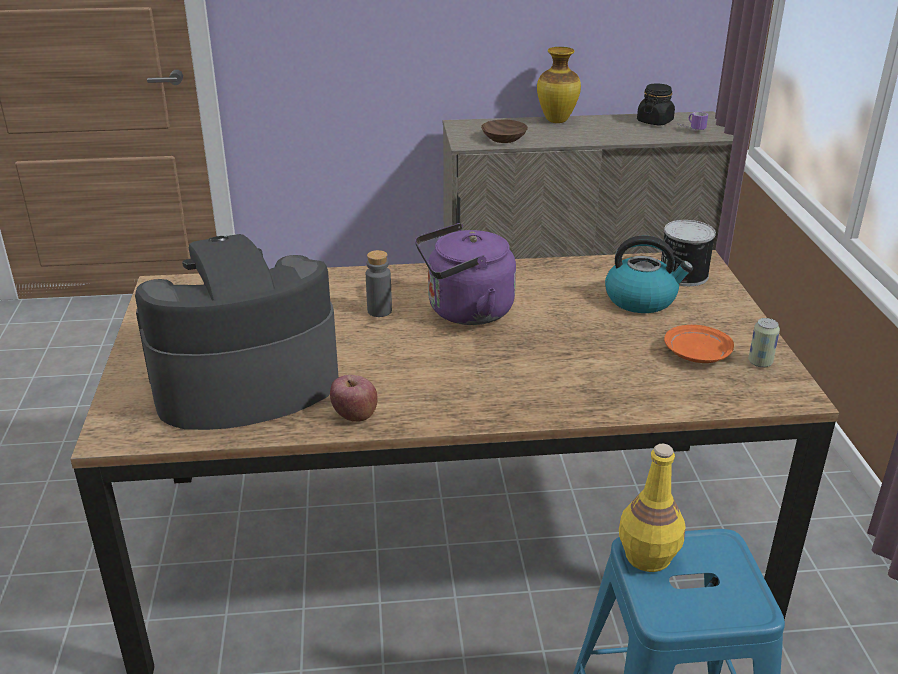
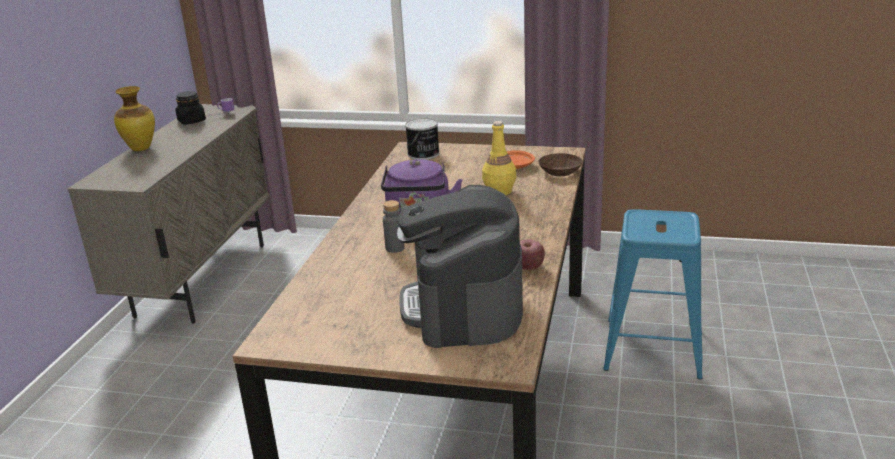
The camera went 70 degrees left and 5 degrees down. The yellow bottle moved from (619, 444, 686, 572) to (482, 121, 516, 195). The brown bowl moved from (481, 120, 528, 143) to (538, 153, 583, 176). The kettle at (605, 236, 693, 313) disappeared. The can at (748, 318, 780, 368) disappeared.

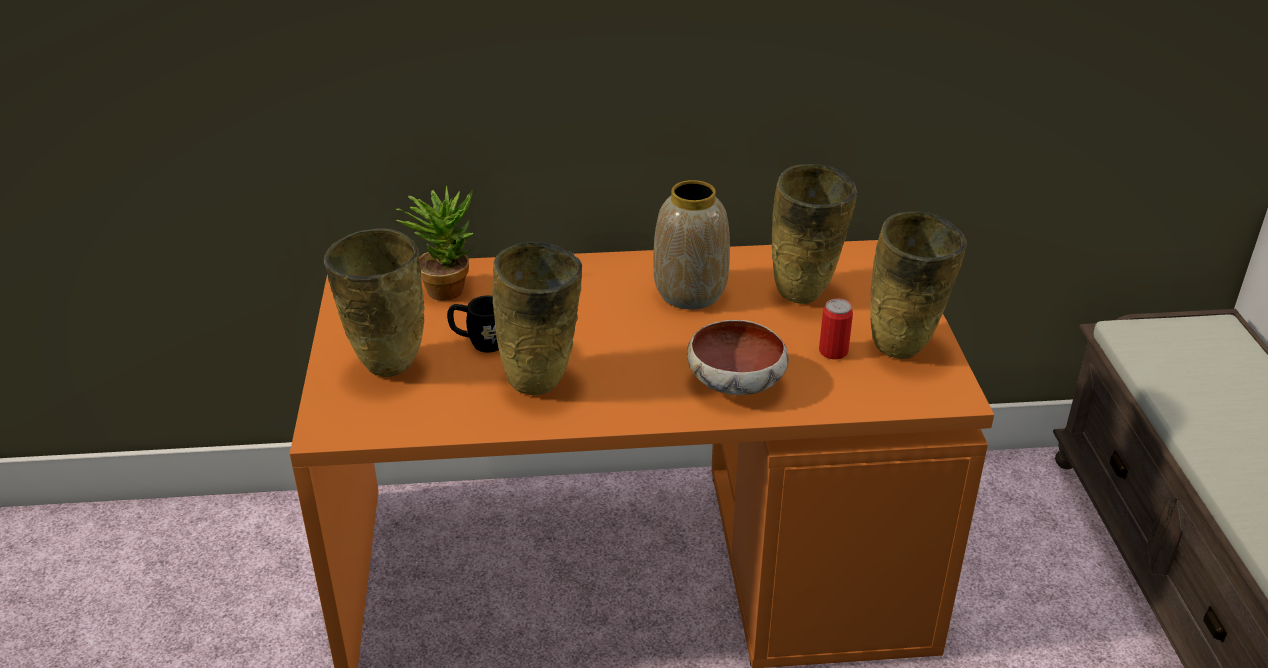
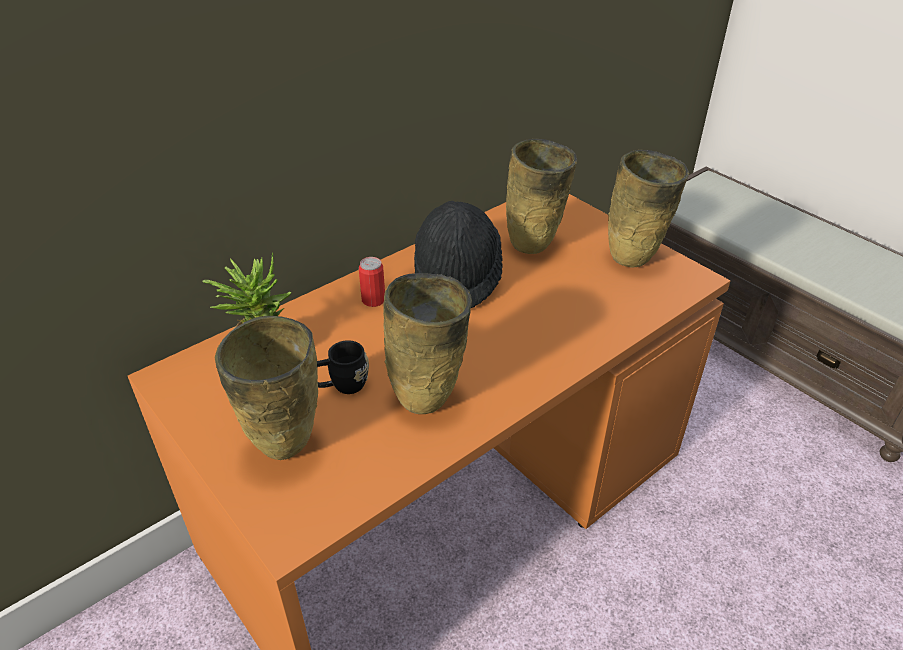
The camera went 35 degrees left and 5 degrees up. The can moved from (819, 299, 853, 359) to (359, 257, 385, 307). The vase at (653, 180, 730, 310) was replaced by the black hat at (414, 201, 503, 308). The bowl at (687, 320, 789, 395) disappeared.

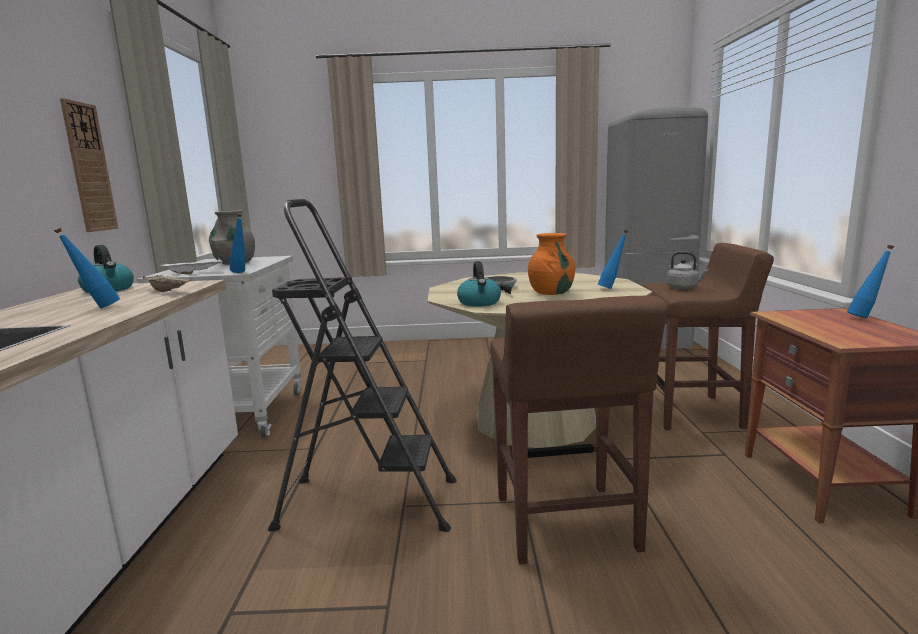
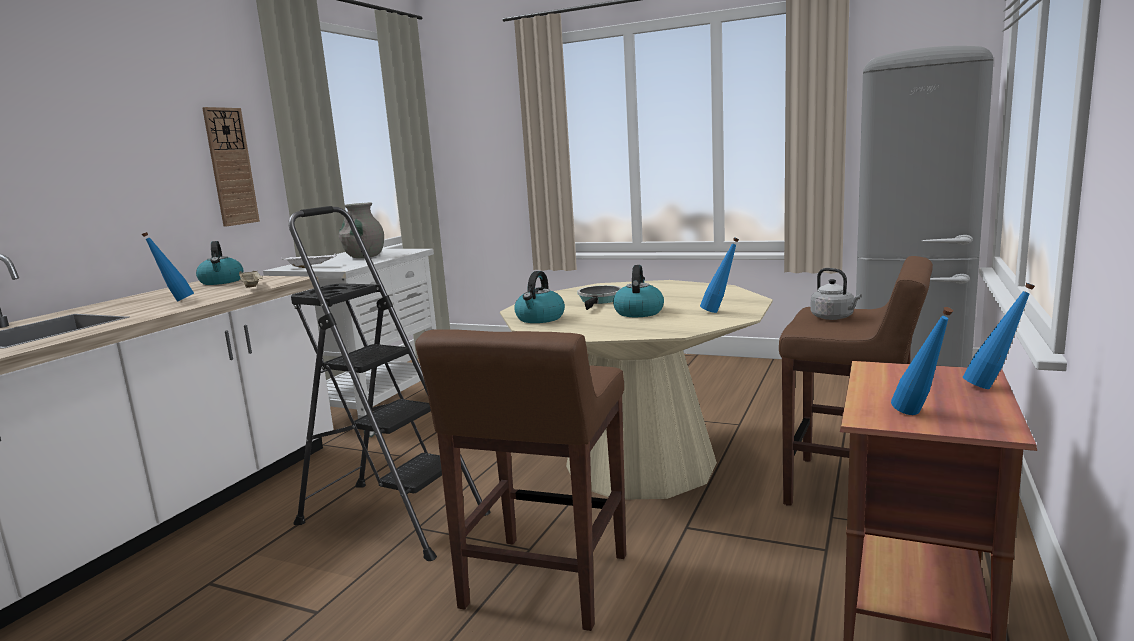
The camera went 25 degrees right and 0 degrees up. The orange vase at (528, 233, 575, 295) was replaced by the kettle at (613, 265, 664, 317). The blue bottle moved from (230, 213, 246, 273) to (891, 307, 953, 415).

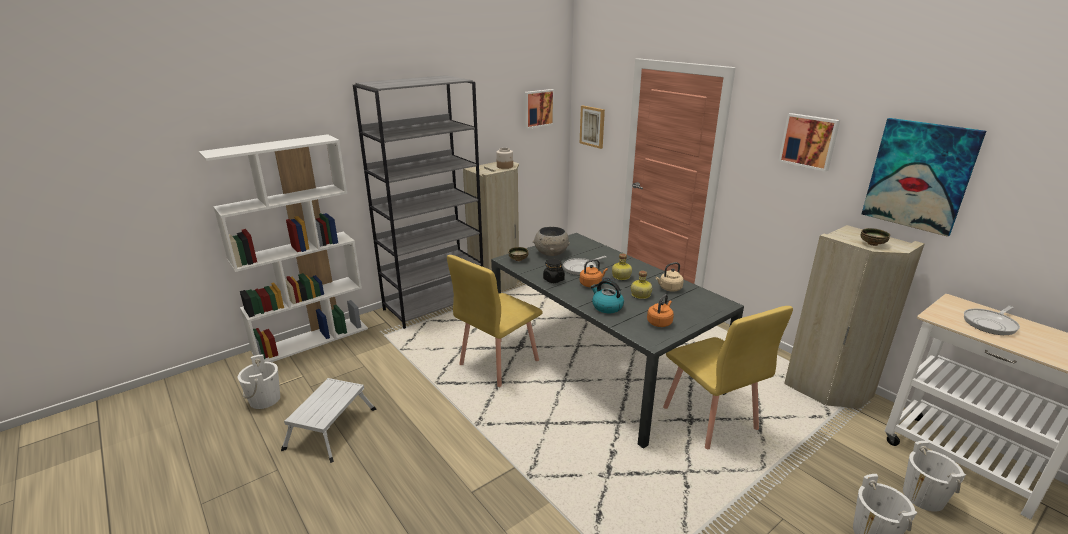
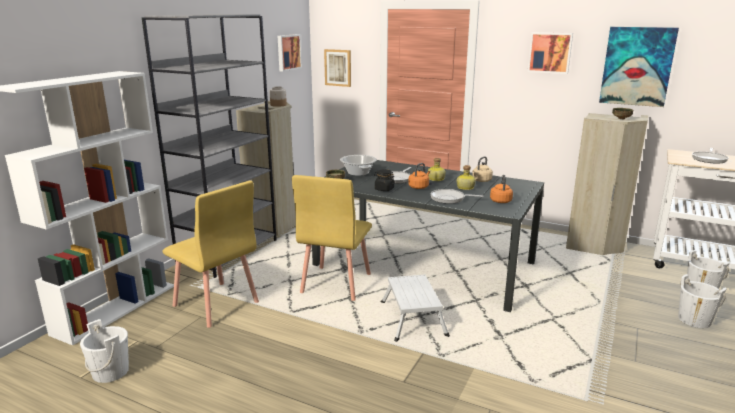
The camera went 25 degrees left and 5 degrees down. The yellow chair moved from (663, 306, 793, 449) to (163, 181, 259, 328). The grey bowl at (533, 227, 570, 256) was replaced by the cooking pot at (340, 155, 377, 176). The white step ladder moved from (281, 378, 377, 463) to (381, 275, 450, 342). The kettle at (591, 279, 624, 313) was replaced by the frying pan at (430, 189, 483, 204).

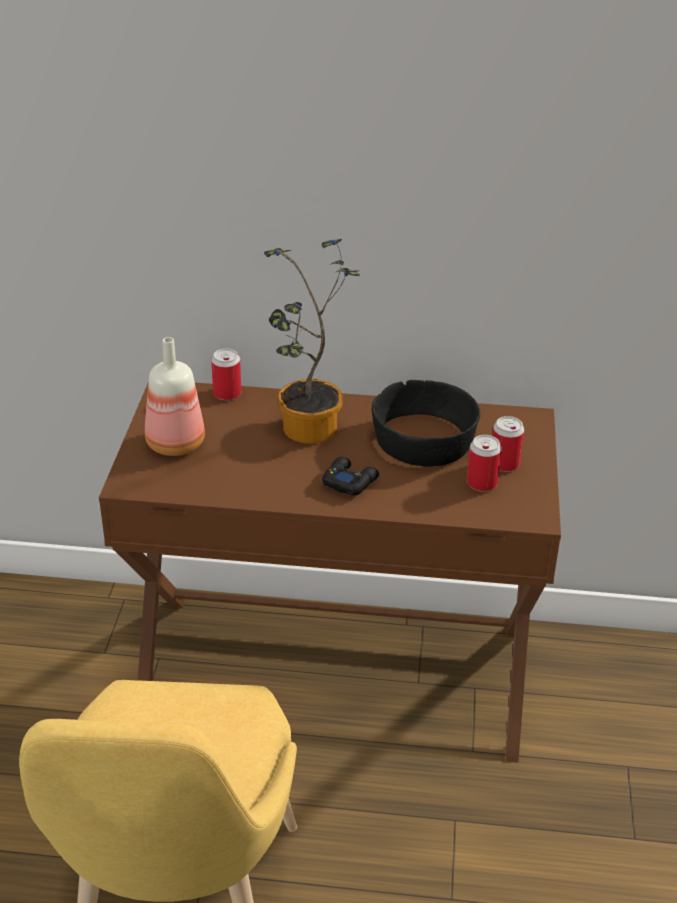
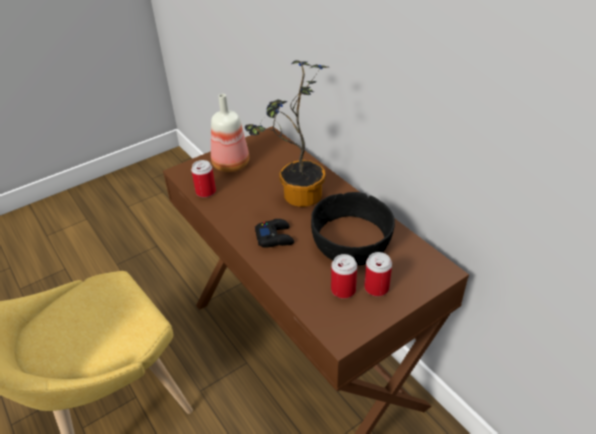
The camera went 50 degrees right and 5 degrees up. The can moved from (211, 348, 241, 401) to (191, 160, 216, 198).

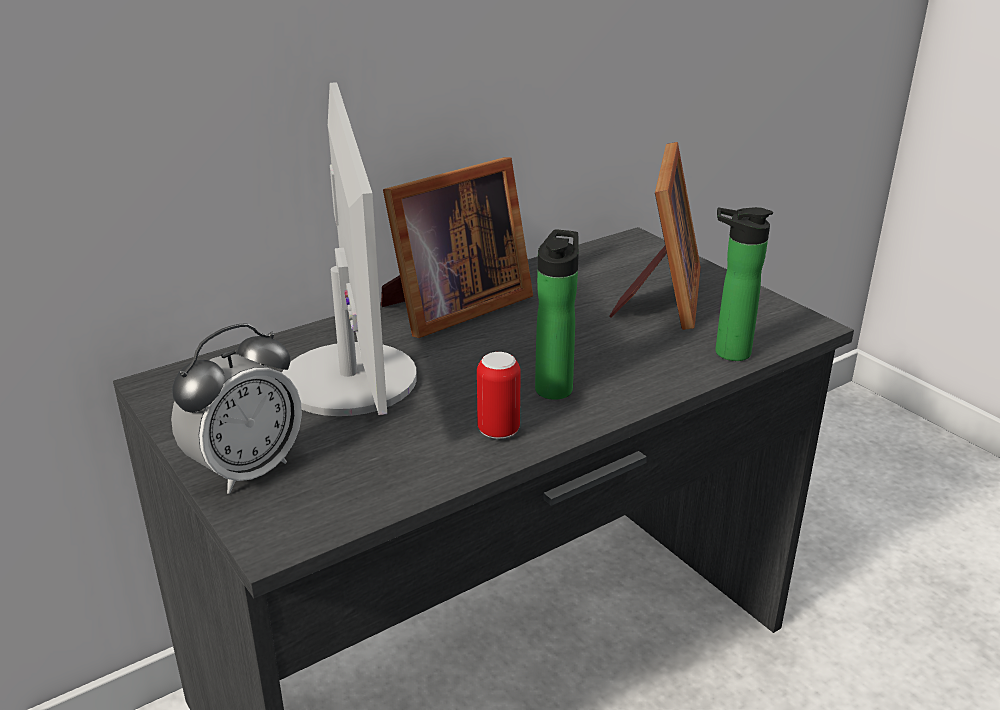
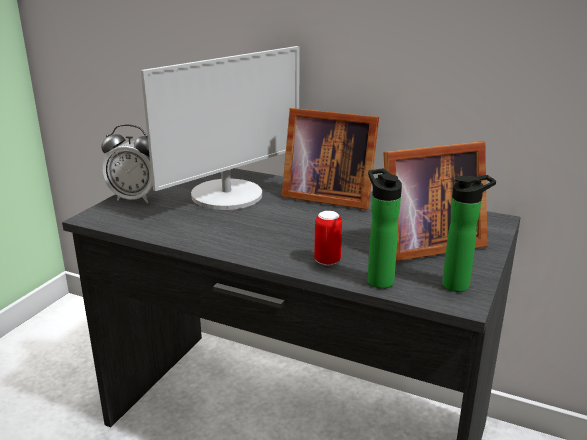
The camera went 60 degrees right and 5 degrees down. The can moved from (477, 352, 521, 439) to (314, 211, 342, 266). The bottle moved from (535, 229, 579, 400) to (442, 175, 496, 292).

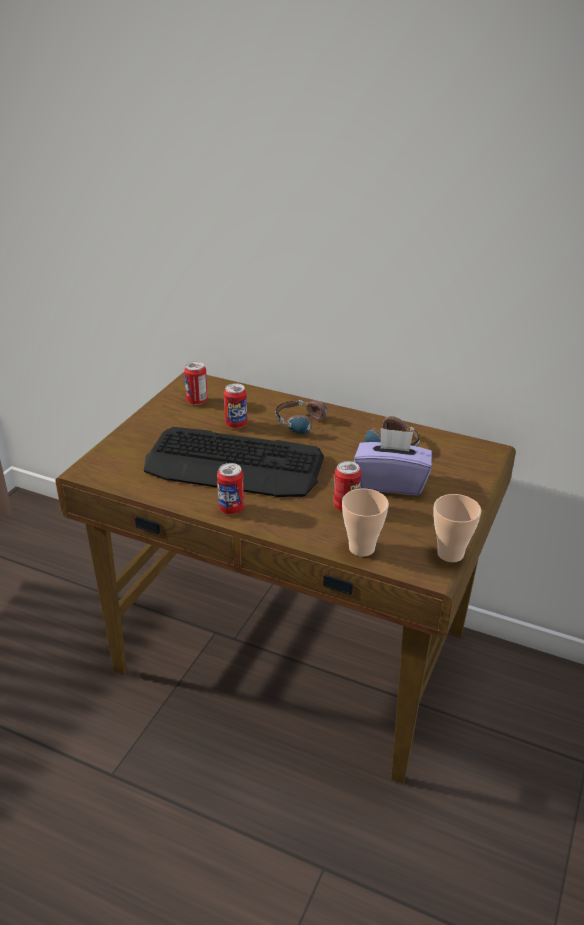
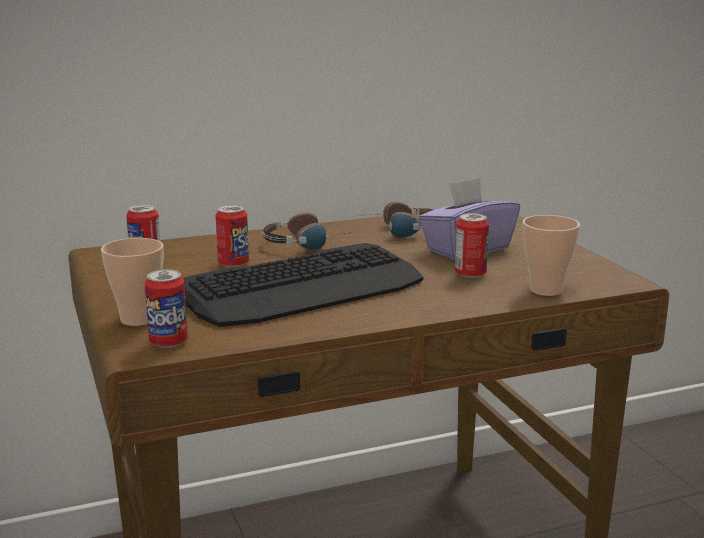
The camera went 45 degrees left and 15 degrees down. The cup moved from (433, 494, 481, 562) to (101, 238, 164, 326). The can moved from (217, 463, 244, 514) to (145, 269, 188, 348).

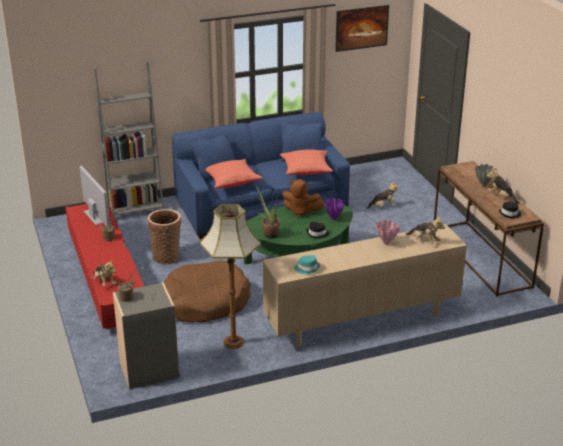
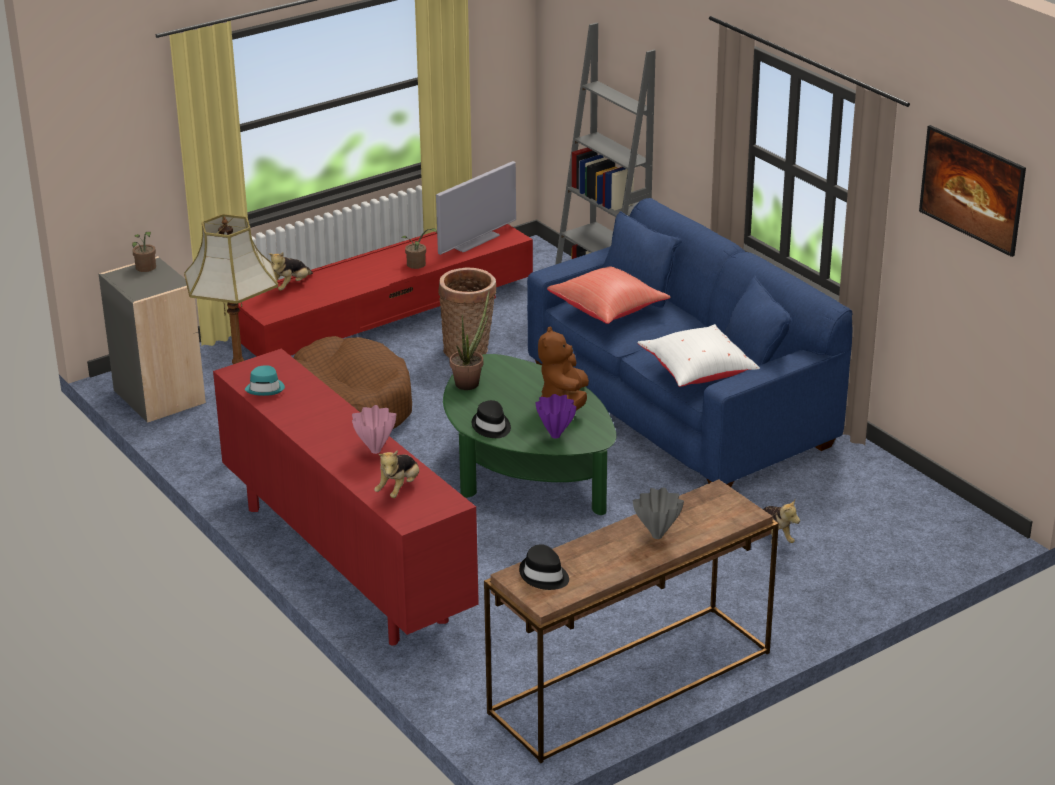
The camera went 75 degrees right and 0 degrees up. The beige cabinet at (263, 224, 467, 348) became the red cabinet at (213, 348, 479, 646). The red pillow at (280, 149, 333, 175) became the white pillow at (637, 324, 760, 387). The plush toy at (486, 167, 519, 204) disappeared.

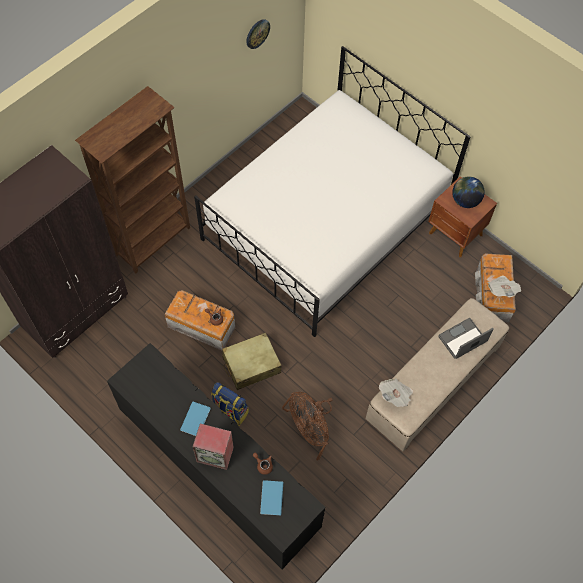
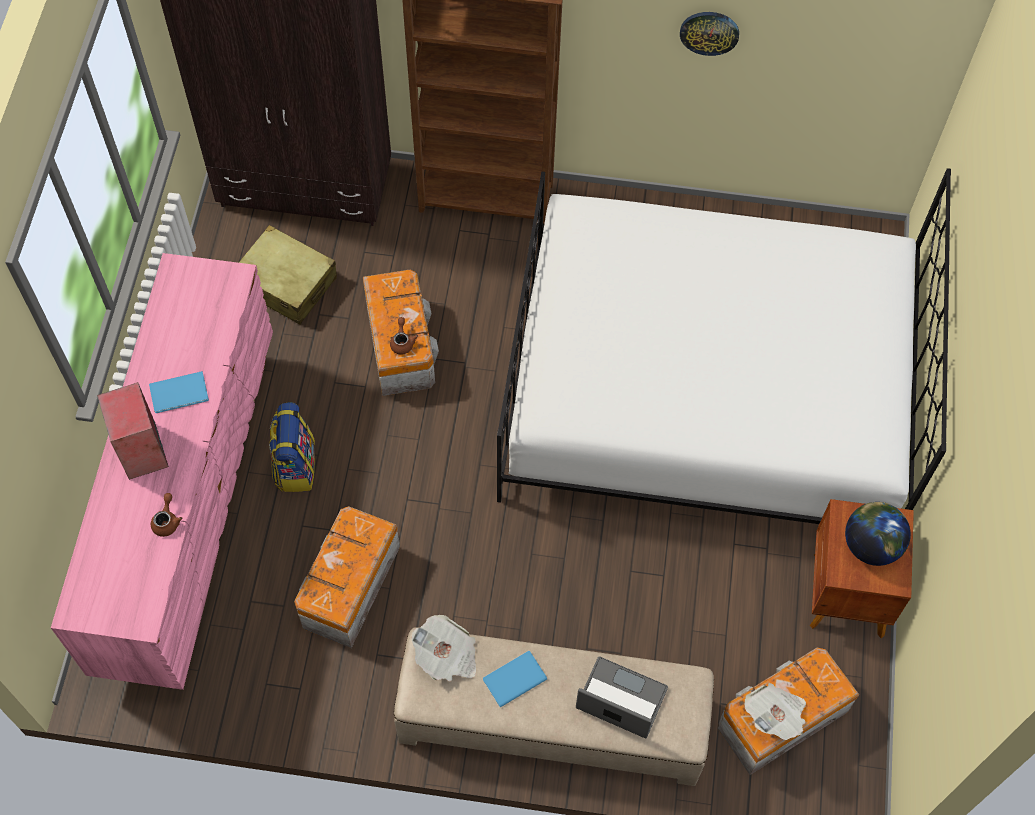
The camera went 55 degrees right and 0 degrees up. The black cabinet at (107, 343, 325, 569) became the pink cabinet at (51, 253, 273, 690). The beige suitcase moved from (222, 332, 281, 390) to (239, 225, 337, 325). The brown fan at (282, 392, 333, 461) was replaced by the storage box at (294, 506, 400, 648). The blue book moved from (260, 480, 283, 515) to (483, 651, 548, 707). The wall clock moved from (246, 19, 270, 49) to (680, 12, 739, 56).

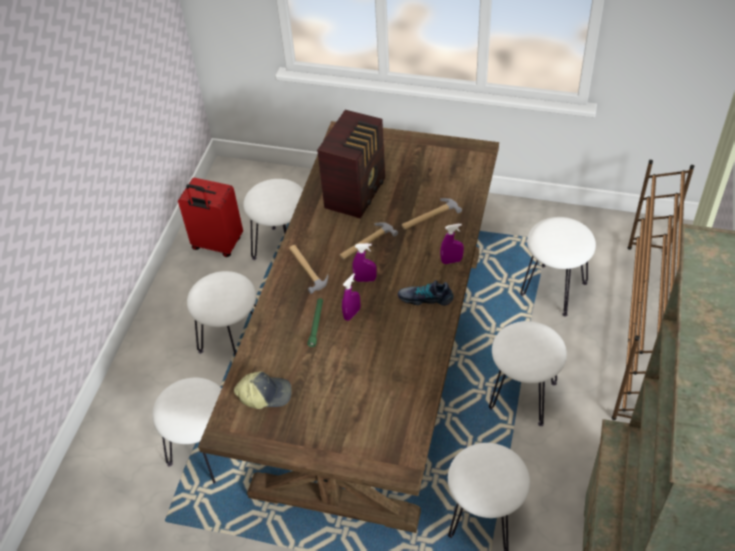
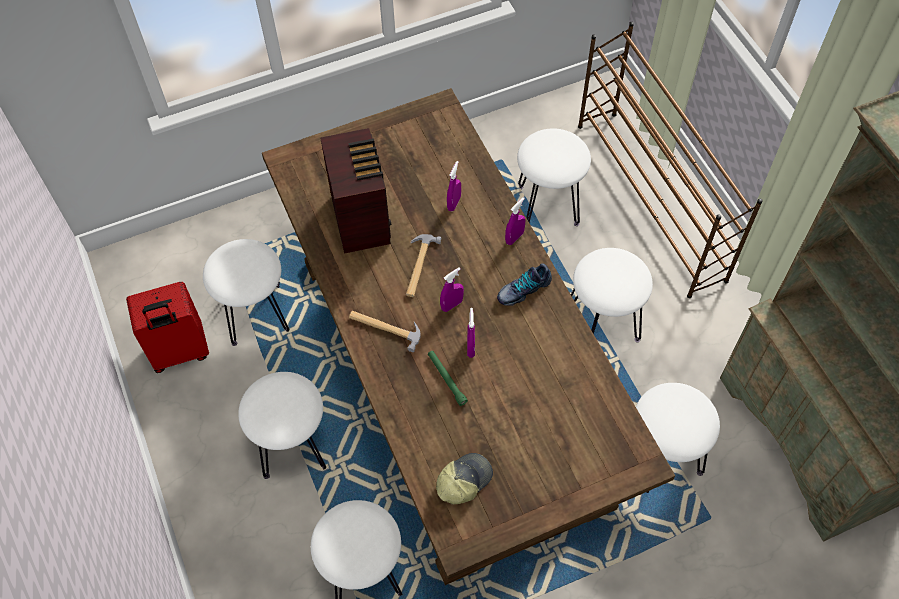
The camera went 40 degrees left and 10 degrees up. The hammer at (402, 198, 462, 230) was replaced by the purple spray bottle at (447, 161, 461, 211).

